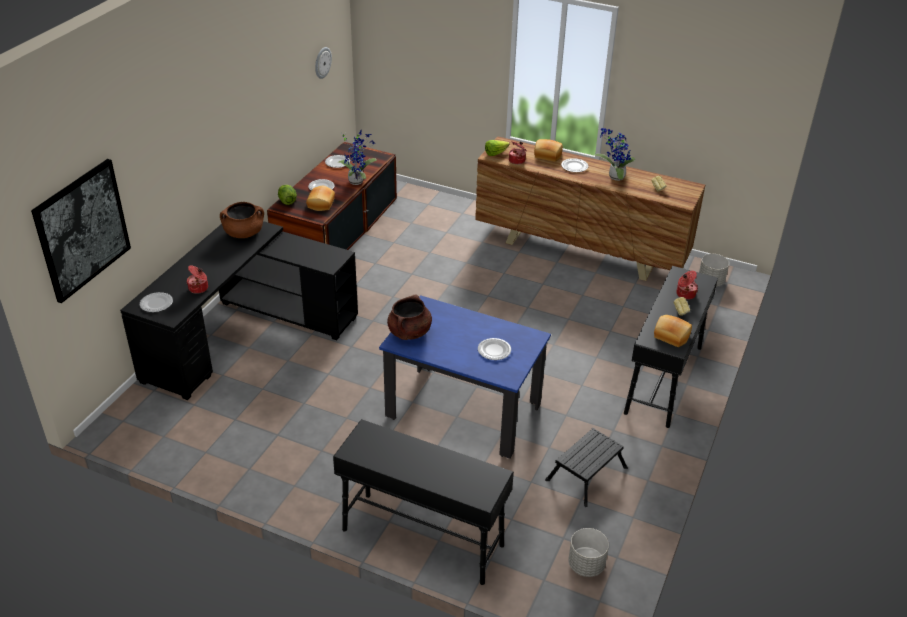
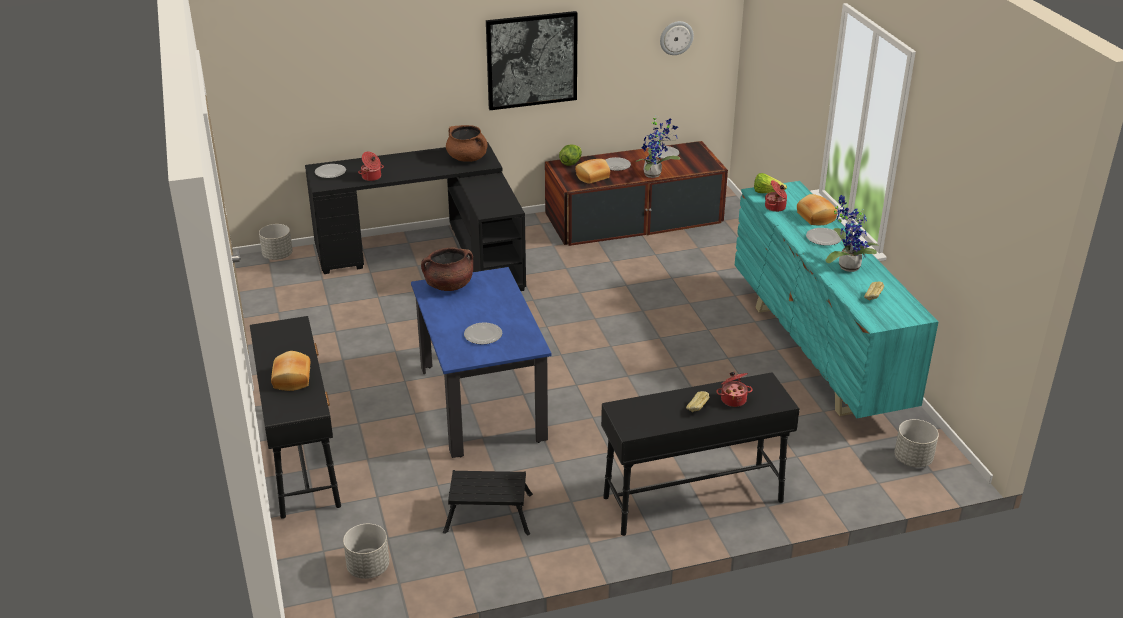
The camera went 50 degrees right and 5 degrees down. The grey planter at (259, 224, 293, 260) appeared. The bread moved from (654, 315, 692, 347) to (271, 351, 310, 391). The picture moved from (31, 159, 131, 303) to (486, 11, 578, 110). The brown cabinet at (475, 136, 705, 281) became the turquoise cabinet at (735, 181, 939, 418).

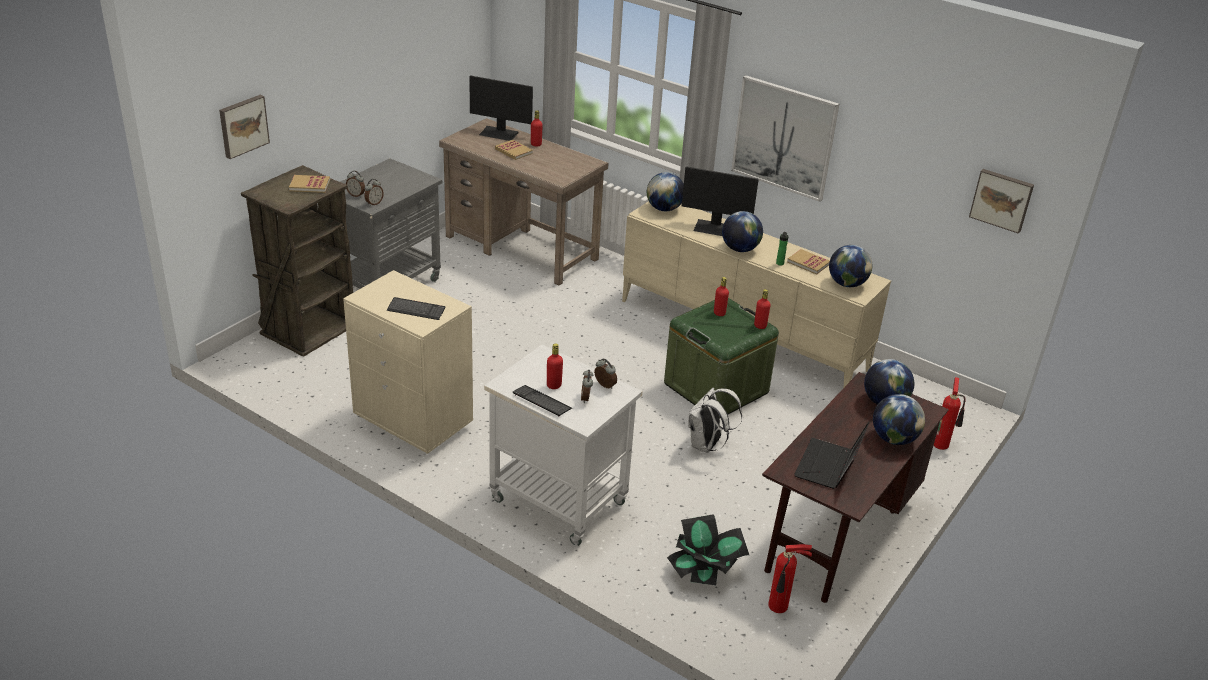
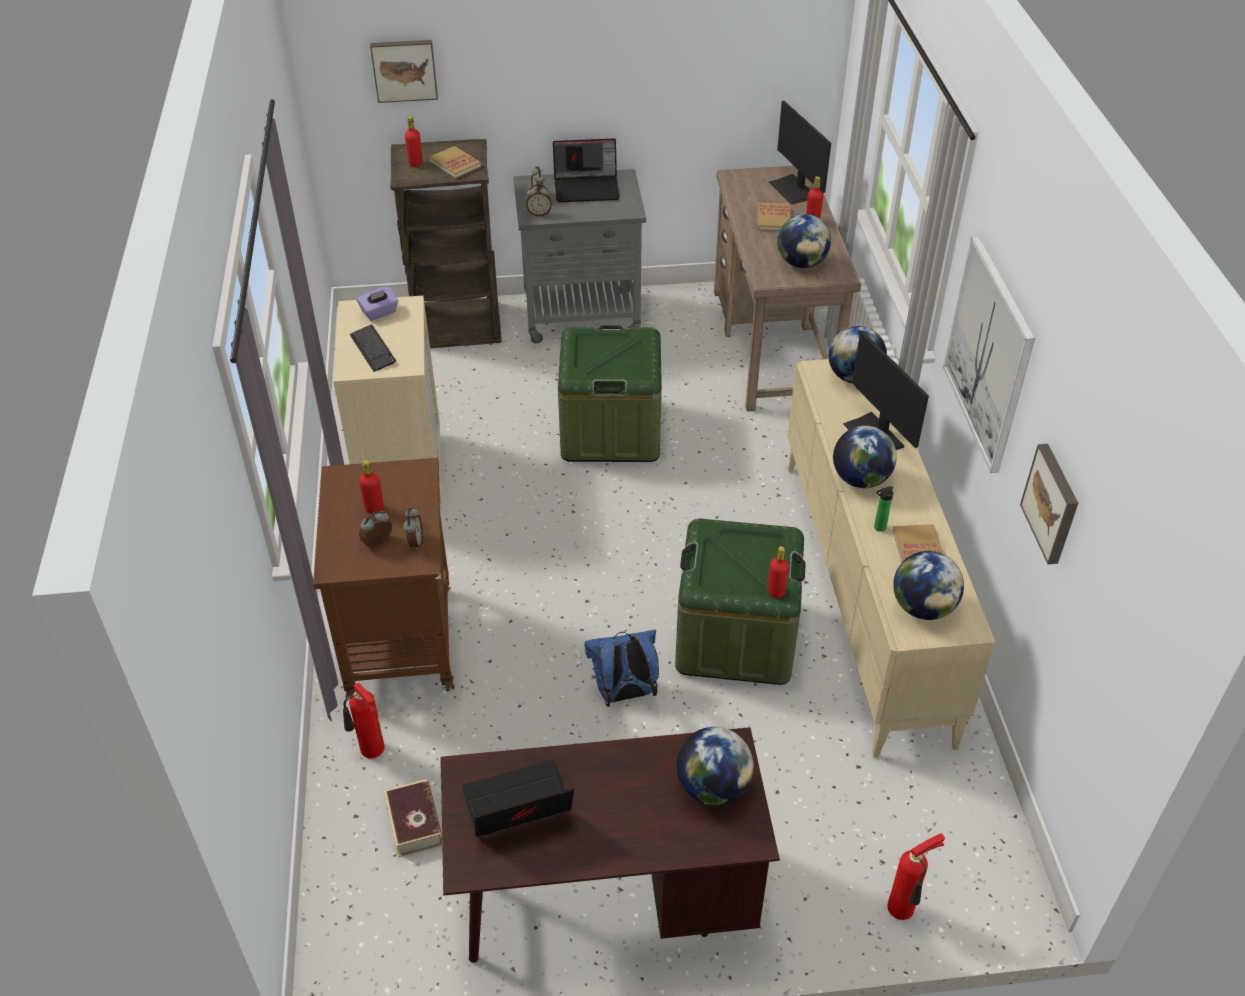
The camera went 50 degrees right and 10 degrees up. The white cart at (484, 344, 642, 546) became the brown cart at (313, 458, 455, 699). The fire extinguisher moved from (768, 544, 812, 613) to (343, 683, 385, 758). The purple tissue box at (357, 287, 398, 321) appeared. The potted plant at (667, 514, 749, 585) was replaced by the book at (384, 779, 442, 857). The red bottle moved from (714, 277, 729, 316) to (405, 116, 423, 167). The laptop at (553, 138, 619, 202) appeared. The green storage box at (558, 325, 662, 462) appeared. The white backpack at (688, 388, 742, 453) became the blue backpack at (584, 629, 659, 707). The globe moved from (873, 394, 925, 445) to (777, 214, 831, 268). The picture moved from (969, 169, 1034, 234) to (1020, 444, 1078, 564). The keyboard at (513, 385, 572, 417) disappeared.

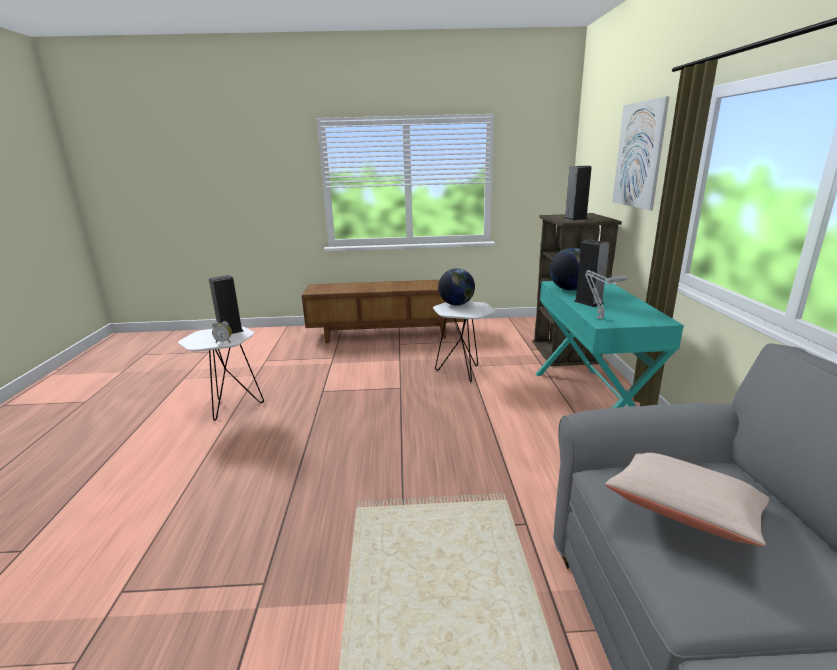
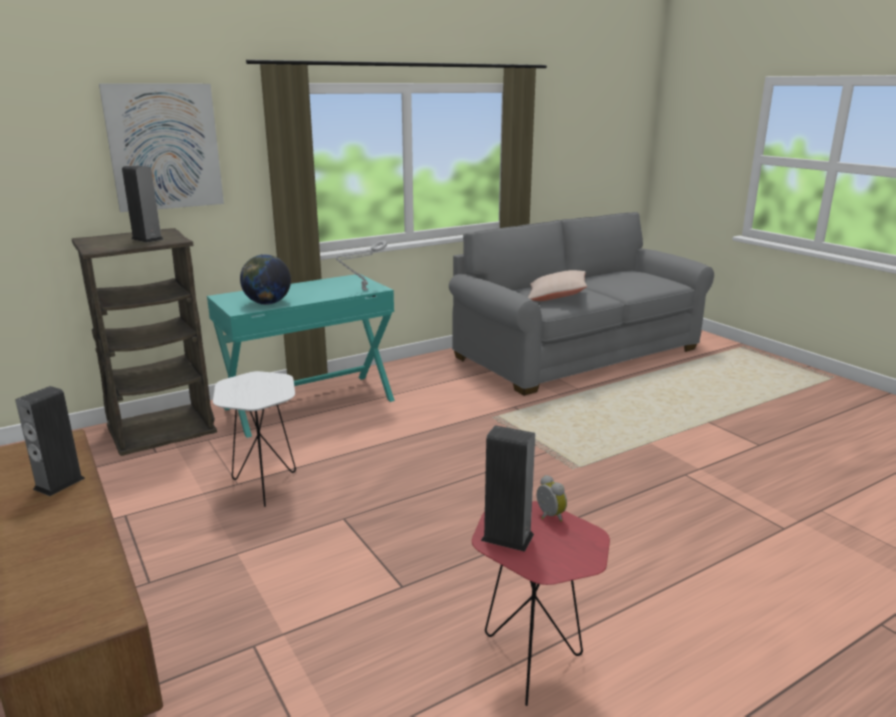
The camera went 120 degrees left and 0 degrees up. The speaker moved from (574, 240, 609, 307) to (16, 386, 85, 496). The white side table at (178, 326, 264, 421) became the red side table at (472, 501, 610, 706). The globe at (438, 268, 475, 306) disappeared.

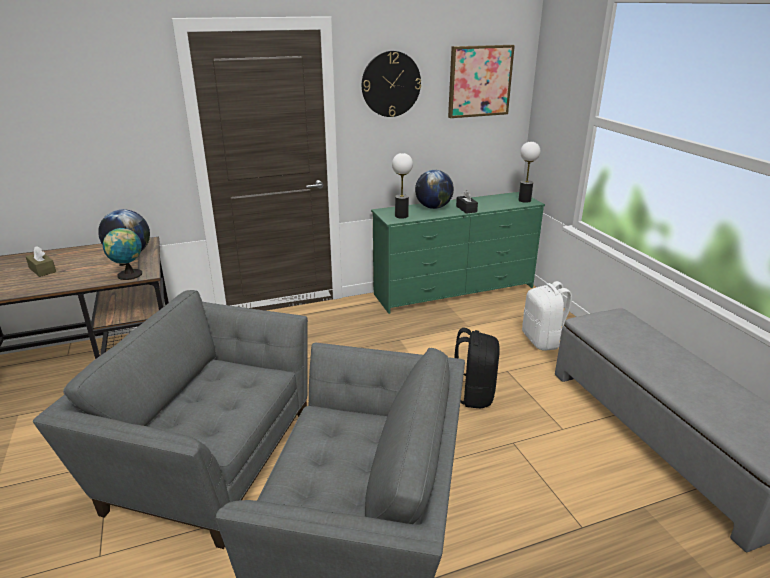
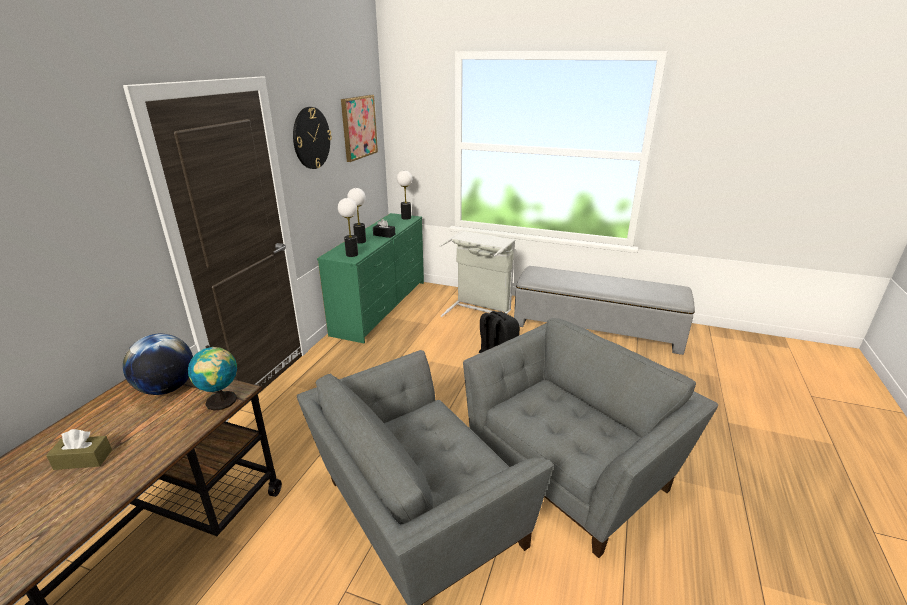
The camera went 50 degrees left and 0 degrees up. The globe at (415, 170, 454, 209) was replaced by the table lamp at (347, 188, 366, 243). The white backpack at (522, 281, 572, 351) was replaced by the grey laundry basket at (440, 230, 515, 317).

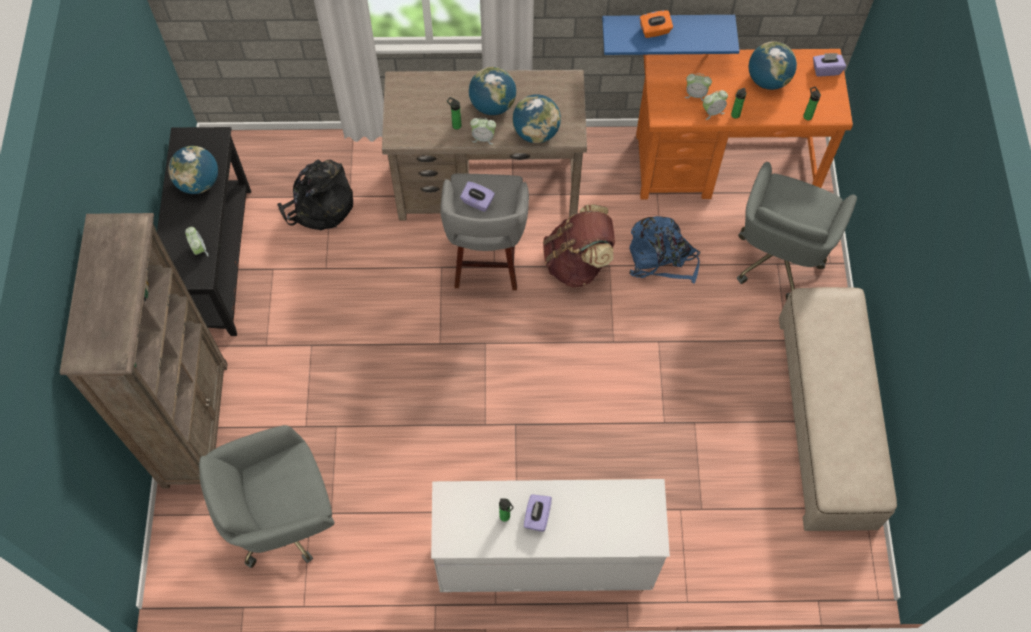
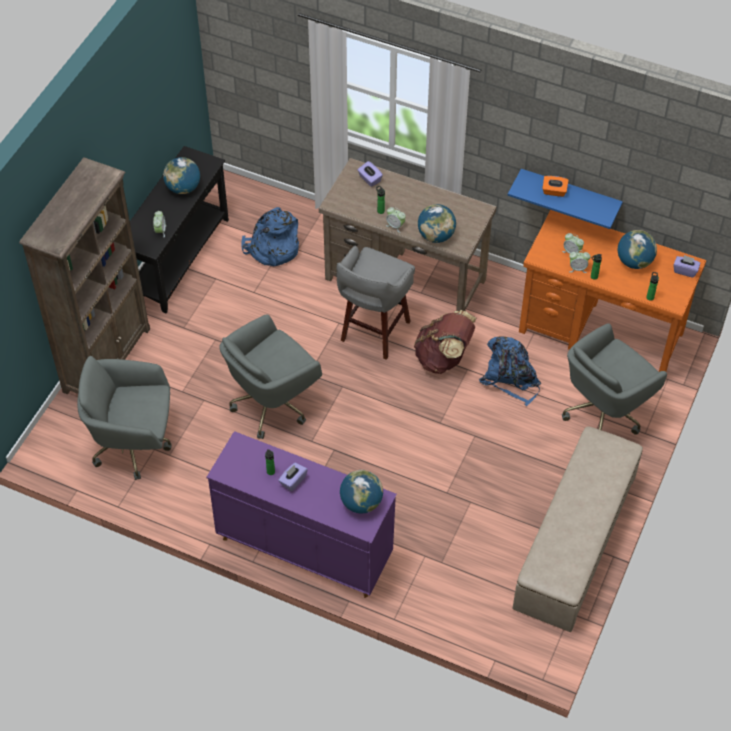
The camera went 25 degrees right and 10 degrees down. The white cabinet at (431, 479, 670, 593) became the purple cabinet at (207, 431, 397, 598). The grey office chair at (219, 314, 322, 439) appeared. The black backpack at (277, 159, 353, 230) became the blue backpack at (242, 207, 299, 266). The globe moved from (469, 67, 516, 115) to (340, 470, 383, 513). The purple tissue box moved from (460, 181, 495, 212) to (358, 161, 383, 187).

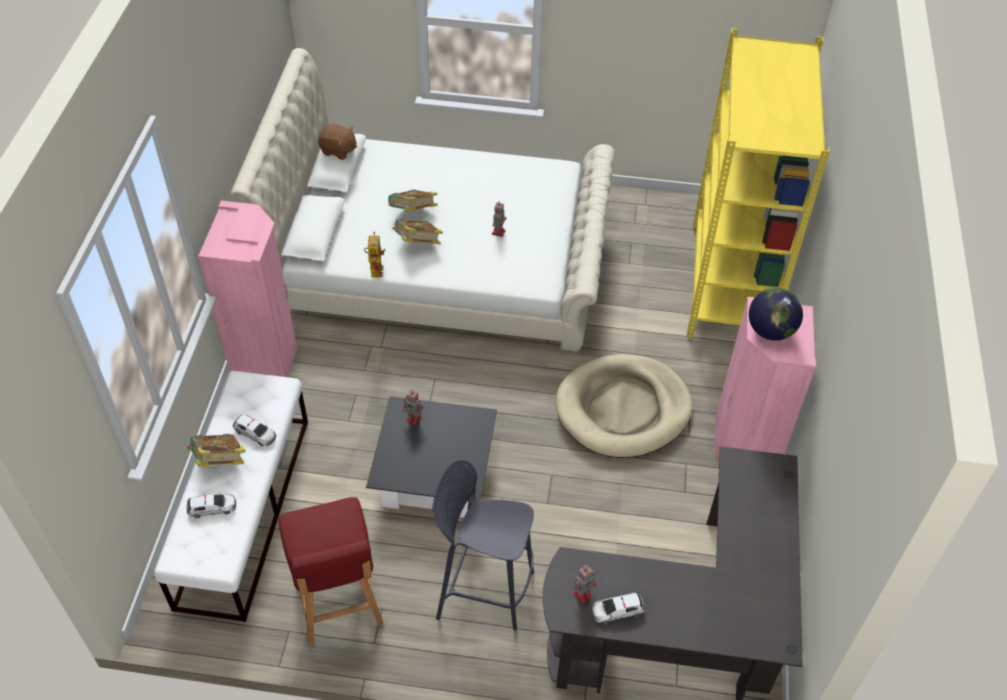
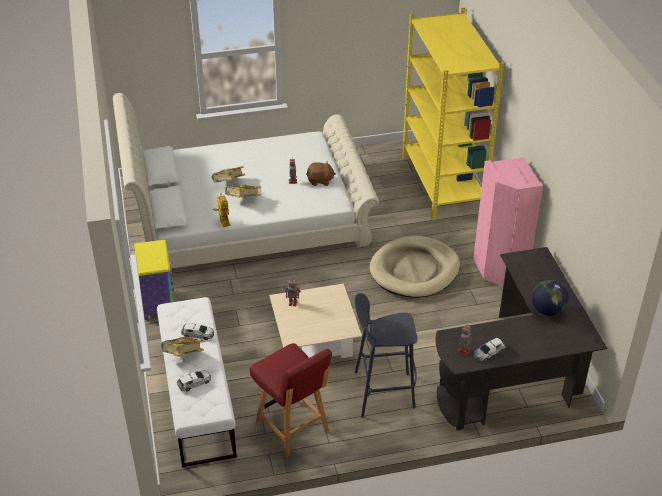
The camera went 20 degrees left and 10 degrees down. The pink cabinet at (198, 200, 297, 377) was replaced by the nightstand at (134, 240, 174, 320). The black coffee table at (366, 396, 497, 517) became the beige coffee table at (269, 284, 362, 358). The brown plush toy moved from (318, 124, 357, 160) to (306, 161, 336, 186). The globe moved from (749, 288, 803, 341) to (532, 280, 569, 316).

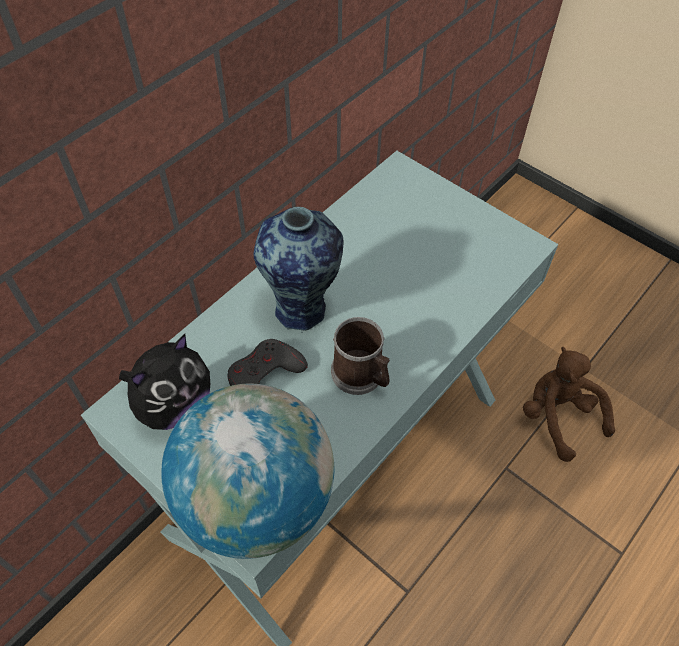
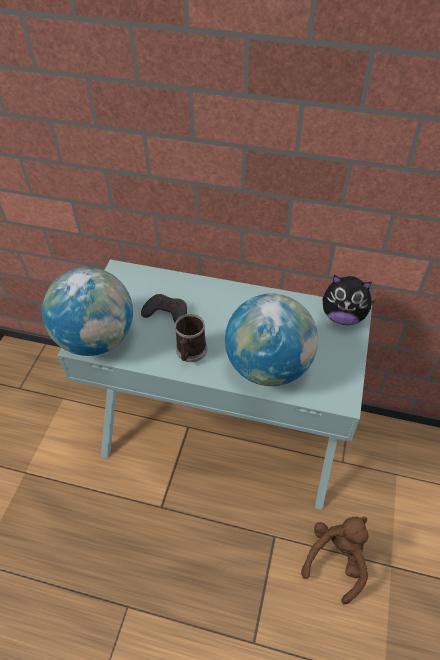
The camera went 65 degrees right and 5 degrees down. The globe at (225, 293, 318, 386) appeared. The plush toy moved from (119, 334, 210, 430) to (322, 275, 375, 325). The vase at (253, 207, 344, 333) disappeared.

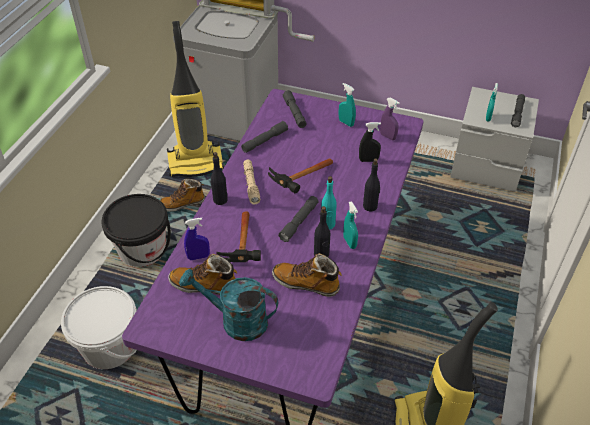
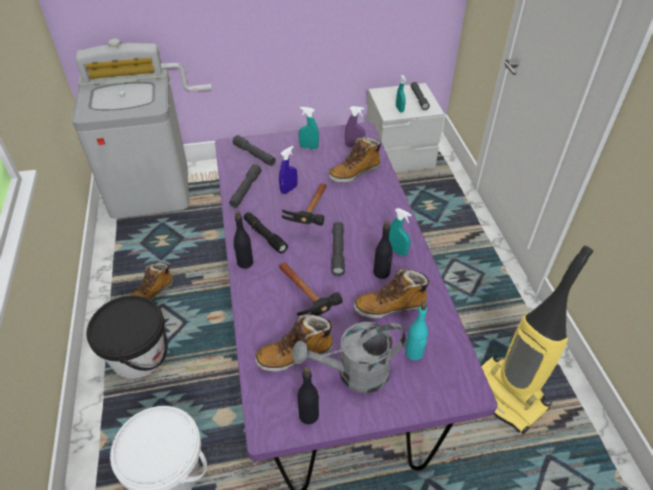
The camera went 30 degrees left and 0 degrees up. The beige flashlight at (243, 160, 260, 205) became the black flashlight at (244, 212, 288, 254). The blue spray bottle moved from (184, 218, 210, 260) to (279, 146, 298, 194). The turquoise watering can at (179, 269, 278, 341) became the grey watering can at (292, 322, 406, 393). The black bottle moved from (363, 158, 380, 211) to (298, 367, 319, 424). The black spray bottle at (359, 122, 381, 162) was replaced by the boot at (329, 137, 381, 183). The turquoise bottle moved from (321, 176, 337, 229) to (405, 302, 428, 360). The vacuum cleaner at (167, 21, 224, 177) disappeared.

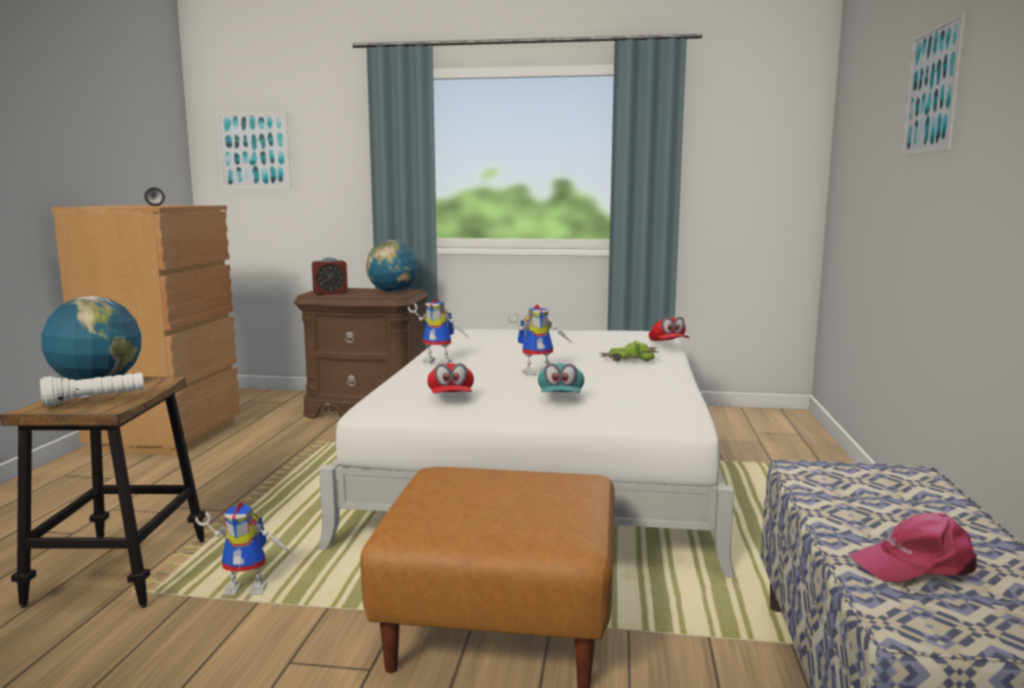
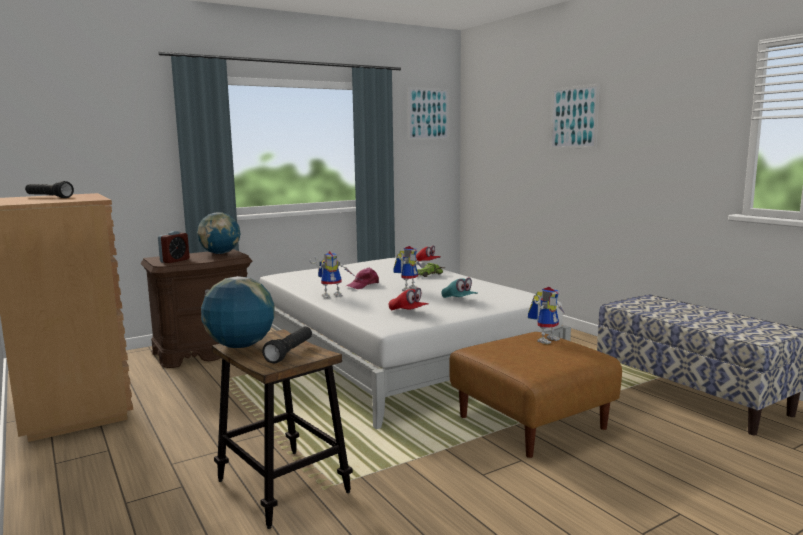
The camera went 40 degrees left and 0 degrees up. The white flashlight at (40, 373, 144, 406) became the black flashlight at (262, 326, 312, 363). The pink cap moved from (849, 513, 977, 583) to (346, 268, 379, 289). The picture moved from (216, 112, 291, 189) to (407, 87, 449, 140). The toy robot moved from (195, 503, 294, 596) to (528, 287, 564, 344).

